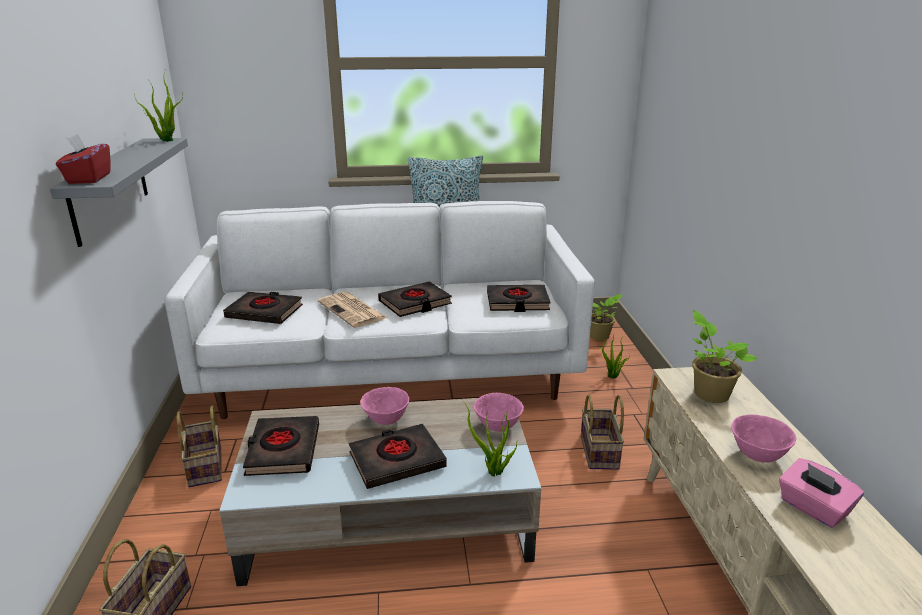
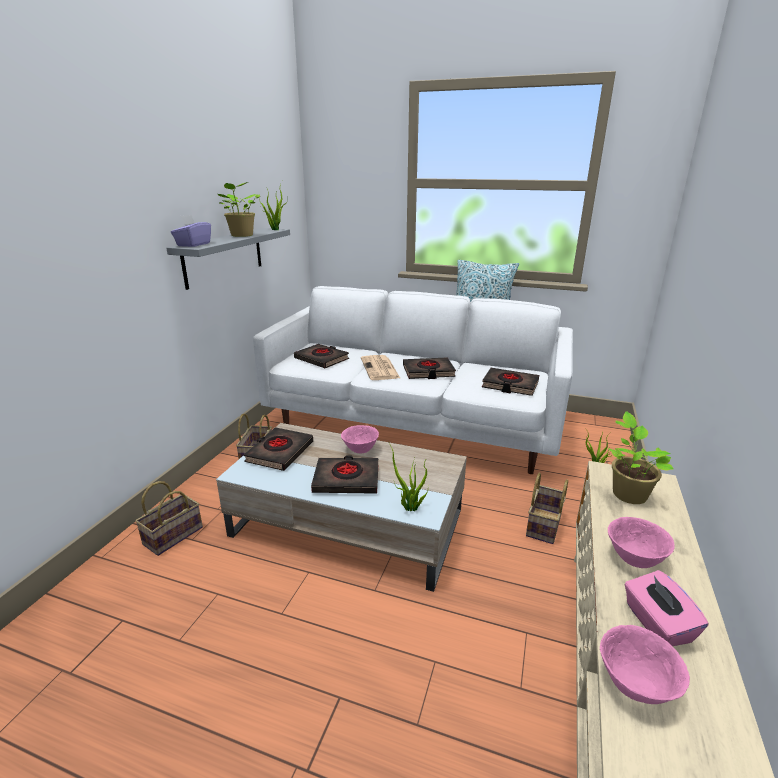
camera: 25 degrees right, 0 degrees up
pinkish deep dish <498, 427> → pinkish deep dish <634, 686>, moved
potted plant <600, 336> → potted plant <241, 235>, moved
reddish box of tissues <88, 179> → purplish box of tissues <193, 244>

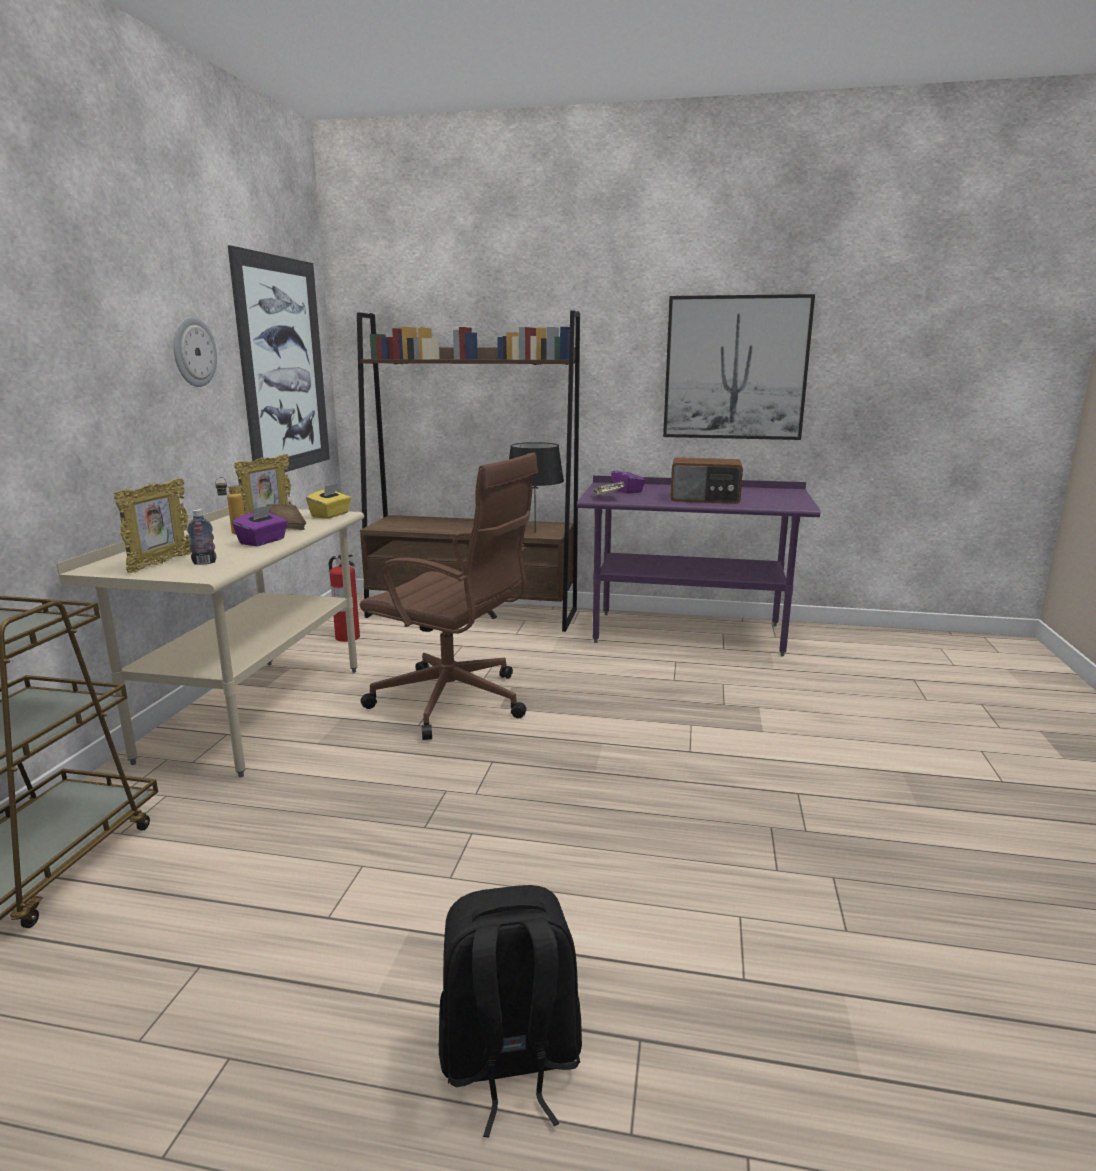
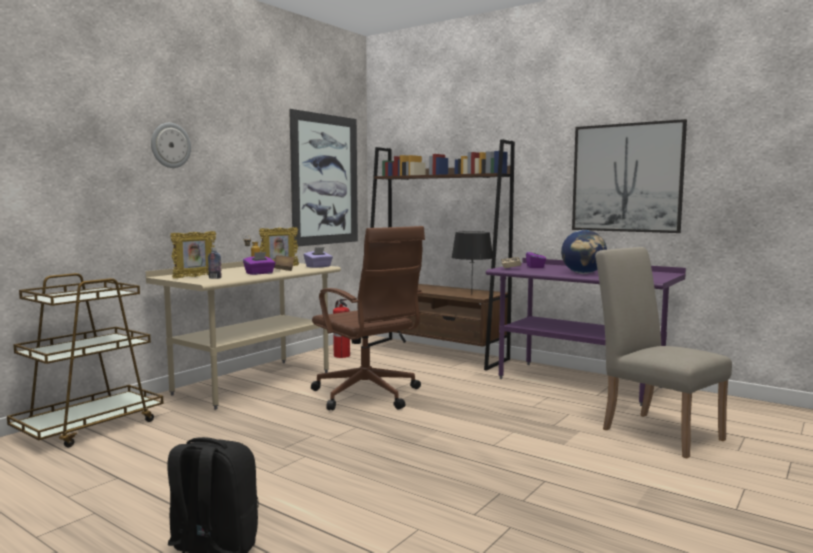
camera: 25 degrees right, 10 degrees down
- → beige plain chair <655, 431>
wall clock <193, 352> → wall clock <170, 145>, moved
radio <705, 499> → desk globe <583, 273>
yellow box of tissues <330, 515> → purplish box of tissues <318, 266>

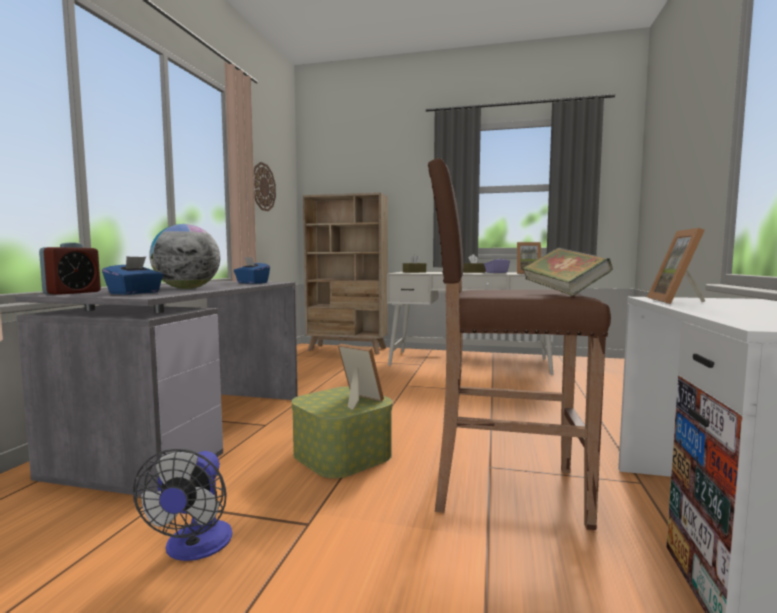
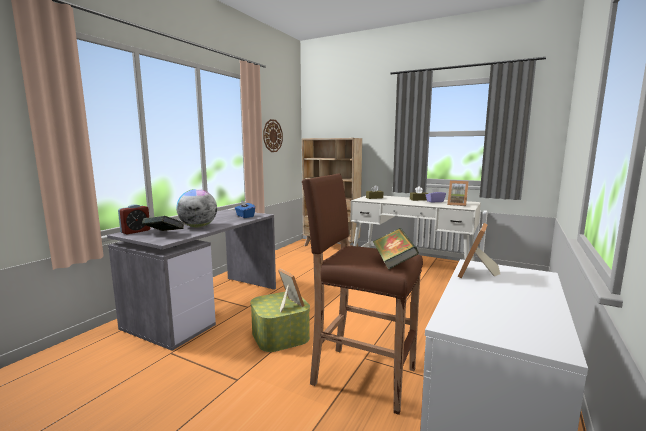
camera: 15 degrees right, 5 degrees up
electric fan <195, 548> → -
blue-coloured box of tissues <135, 293> → volume <164, 234>

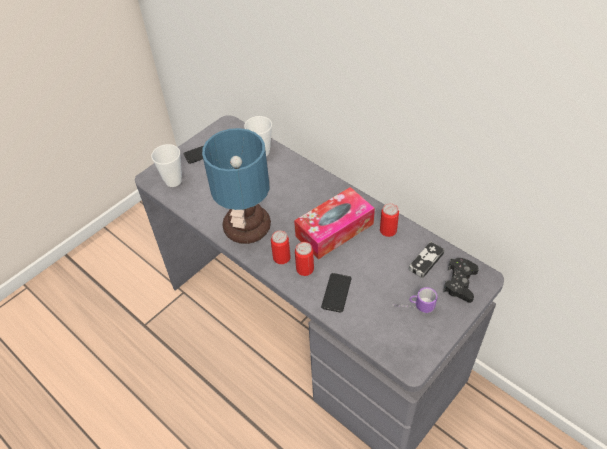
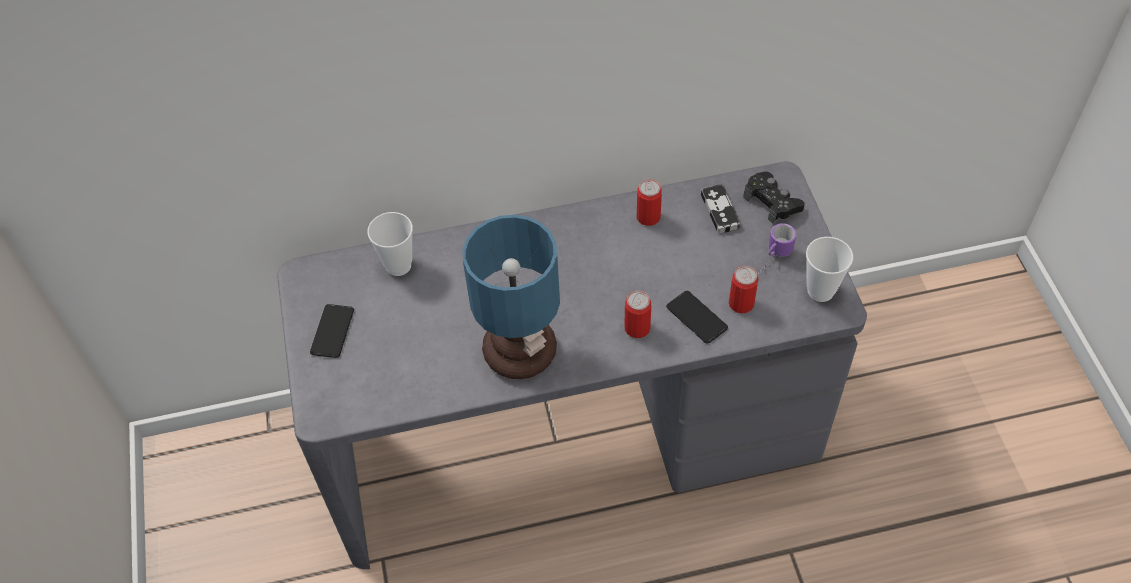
camera: 55 degrees left, 5 degrees up
box of tissues <334, 230> → -
drinking cup <173, 181> → drinking cup <820, 291>, moved
metal can <281, 257> → metal can <741, 303>, moved

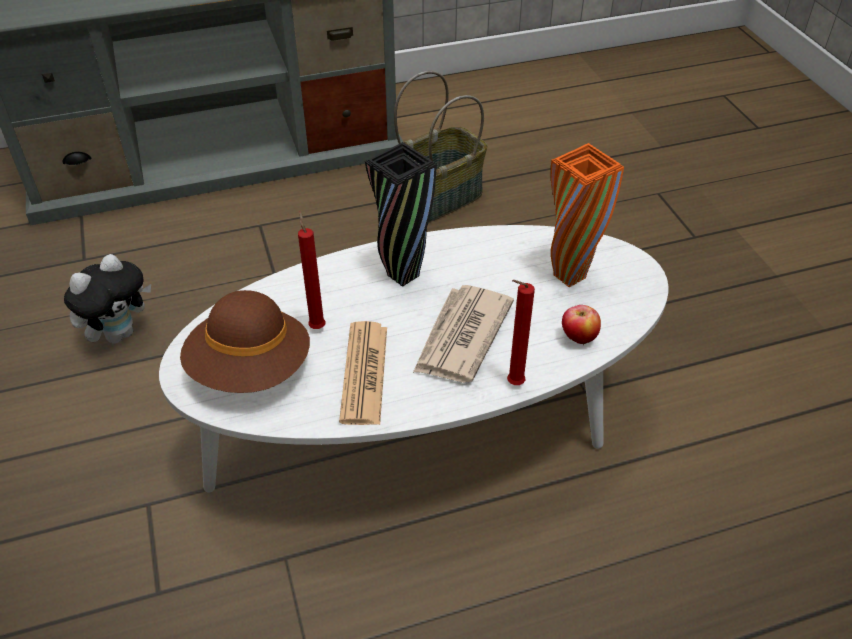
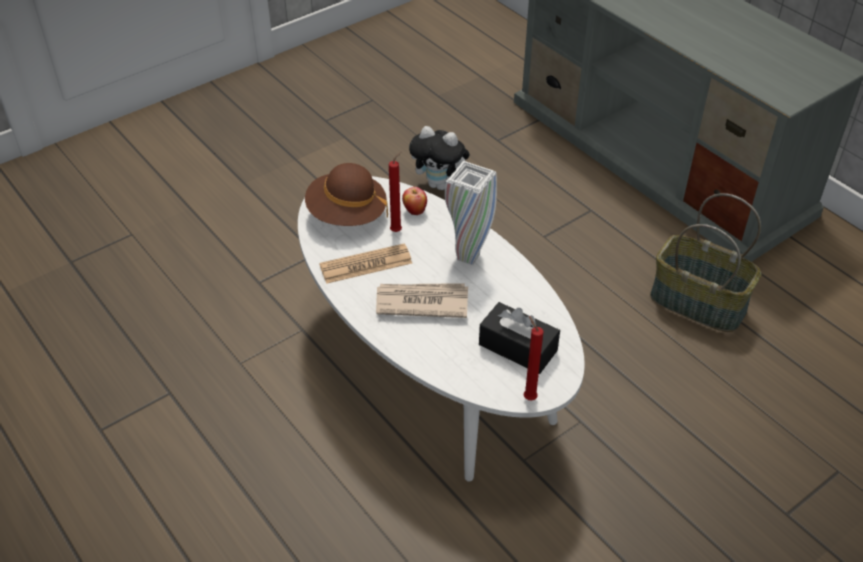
camera: 70 degrees right, 0 degrees up
reddish candle <512, 384> → reddish candle <528, 397>, moved
whole apple <578, 339> → whole apple <414, 211>, moved
orange flower vase <569, 276> → black-coloured box of tissues <518, 347>
black-coloured flower vase <403, 275> → whitish flower vase <468, 257>

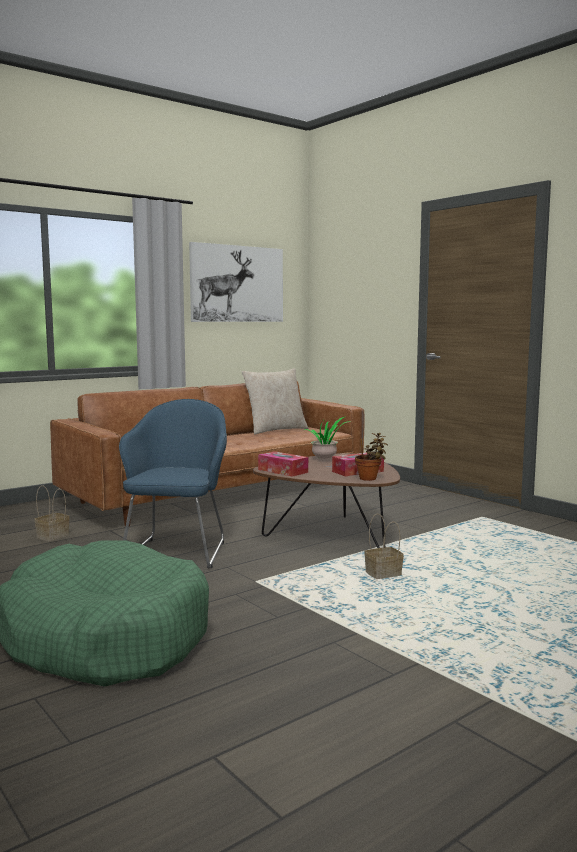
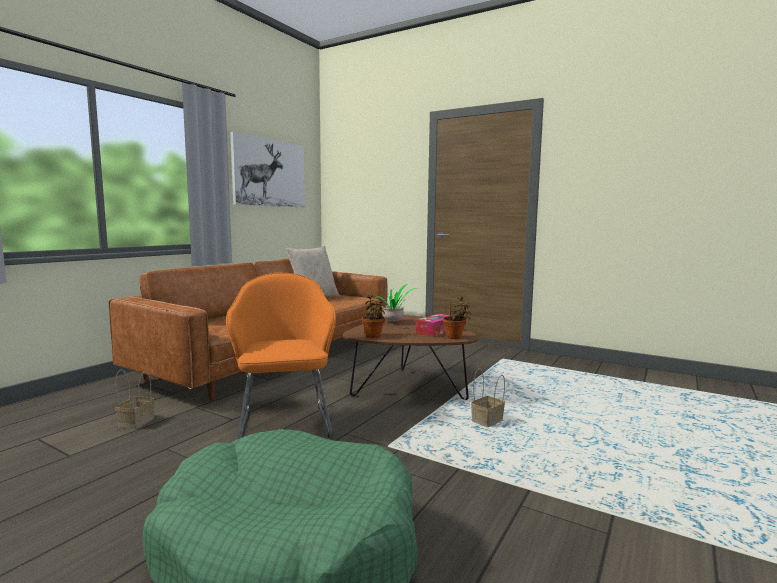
camera: 20 degrees left, 0 degrees up
box of tissues <283, 471> → potted plant <373, 335>
blue-coloured easy chair <178, 551> → orange easy chair <285, 422>

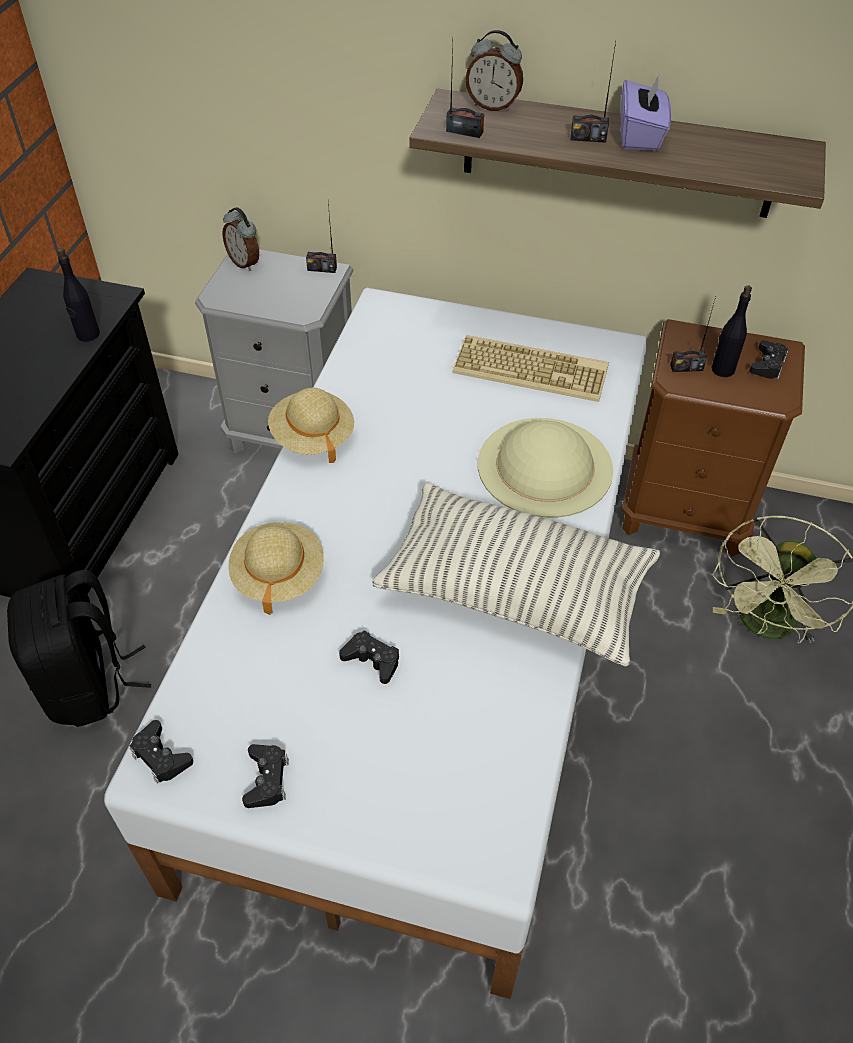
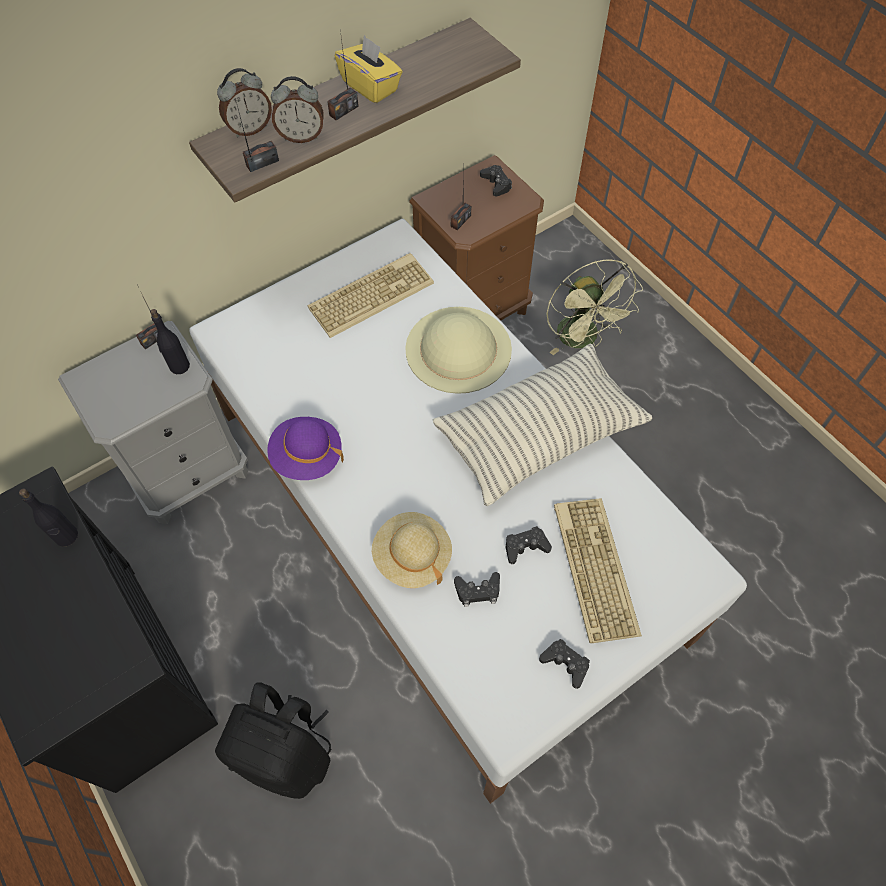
camera: 50 degrees left, 10 degrees up
- → keyboard <592, 568>
black-coloured game controller <161, 756> → black-coloured game controller <478, 591>, moved
table clock <245, 263> → table clock <301, 136>, moved
black-coloured beverage bottle <722, 369> → black-coloured beverage bottle <179, 366>, moved
beige hat <312, 437> → purplish hat <307, 457>
purplish box of tissues <640, 136> → yellow box of tissues <371, 86>

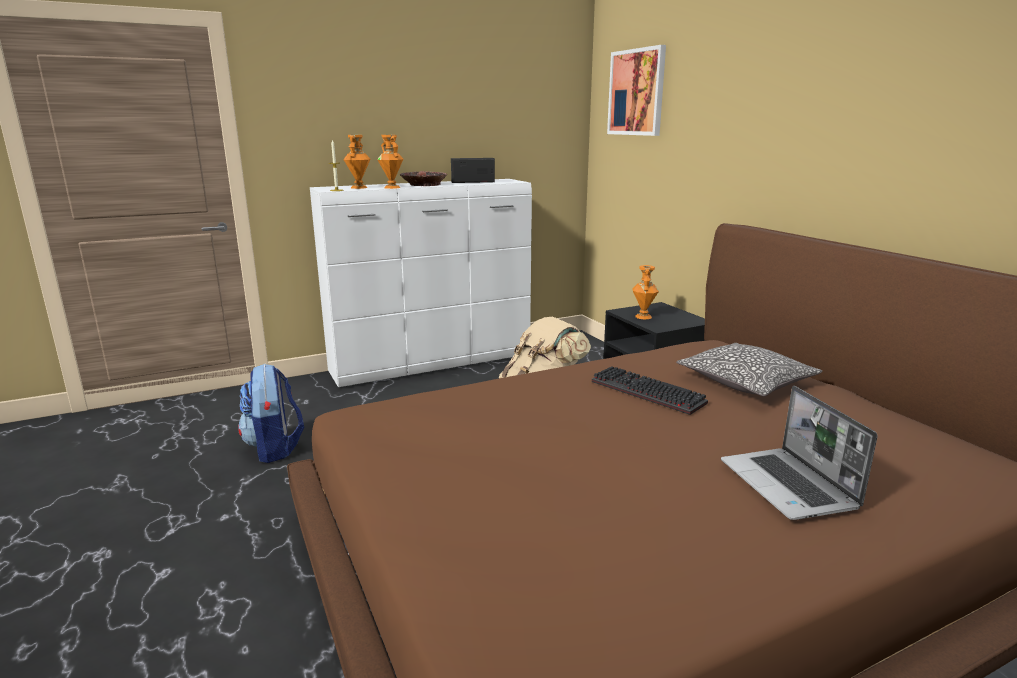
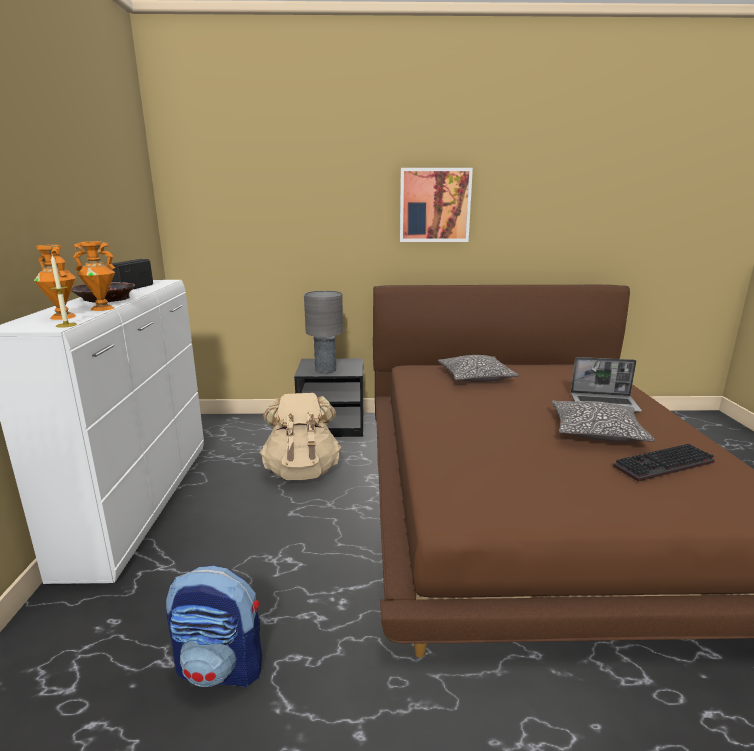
camera: 65 degrees left, 0 degrees up
- → cushion <596, 432>
keyboard <644, 392> → keyboard <664, 466>, moved
wall picture <636, 92> → wall picture <434, 205>, moved
orange flower vase <643, 316> → greyish lamp for a table <325, 370>

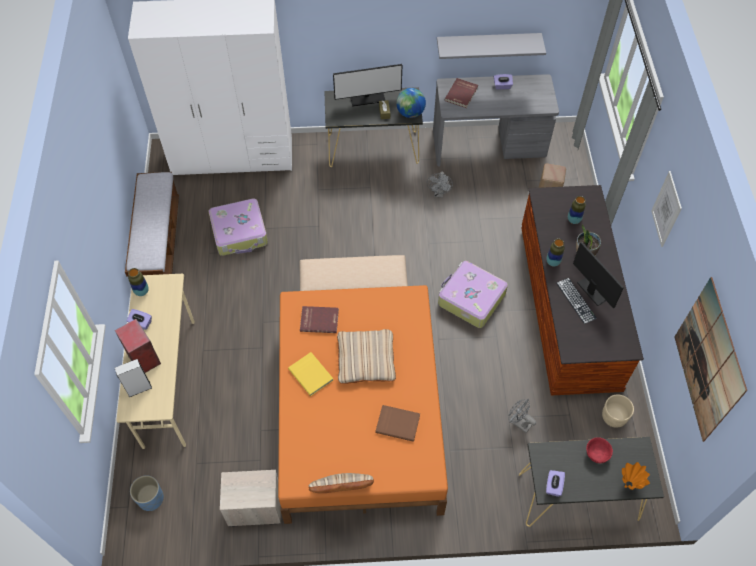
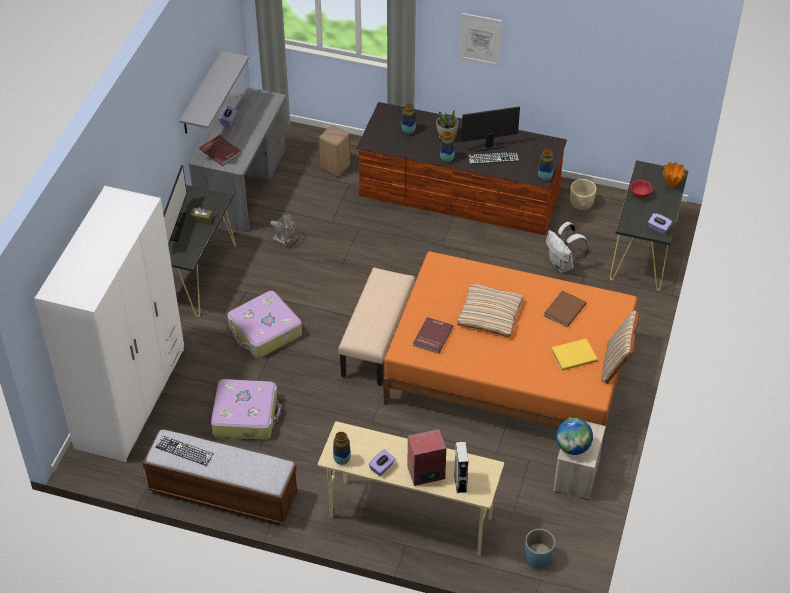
camera: 70 degrees left, 10 degrees down
wall picture <708, 361> → -
- → keyboard <184, 450>
- → flower vase <544, 177>
yellow volume <311, 374> → yellow volume <573, 355>, moved
desk globe <410, 113> → desk globe <572, 447>, moved
piece of luggage <470, 299> → piece of luggage <265, 331>, moved
greyish electric fan <518, 423> → whitish knapsack <563, 265>

